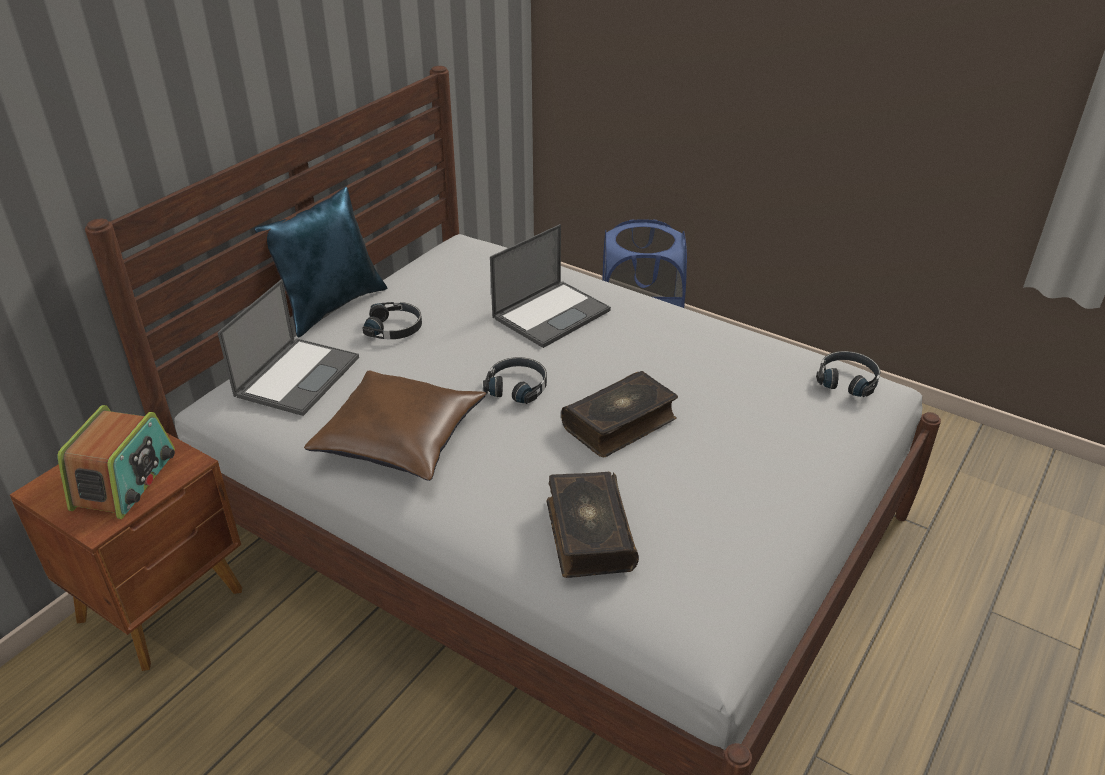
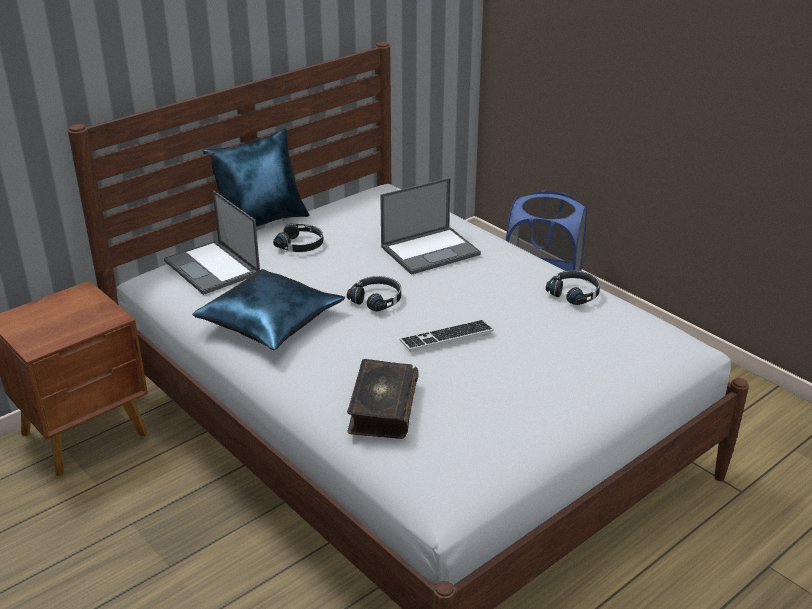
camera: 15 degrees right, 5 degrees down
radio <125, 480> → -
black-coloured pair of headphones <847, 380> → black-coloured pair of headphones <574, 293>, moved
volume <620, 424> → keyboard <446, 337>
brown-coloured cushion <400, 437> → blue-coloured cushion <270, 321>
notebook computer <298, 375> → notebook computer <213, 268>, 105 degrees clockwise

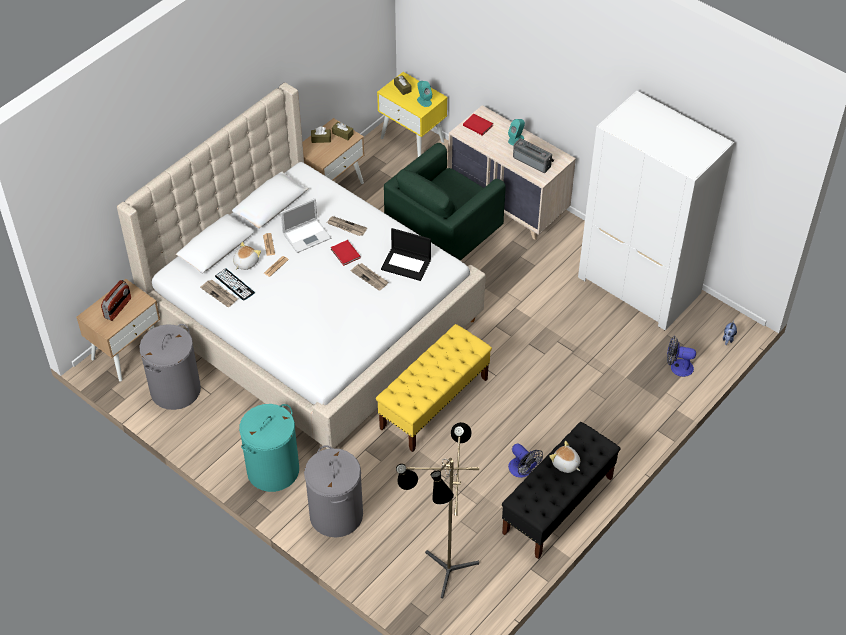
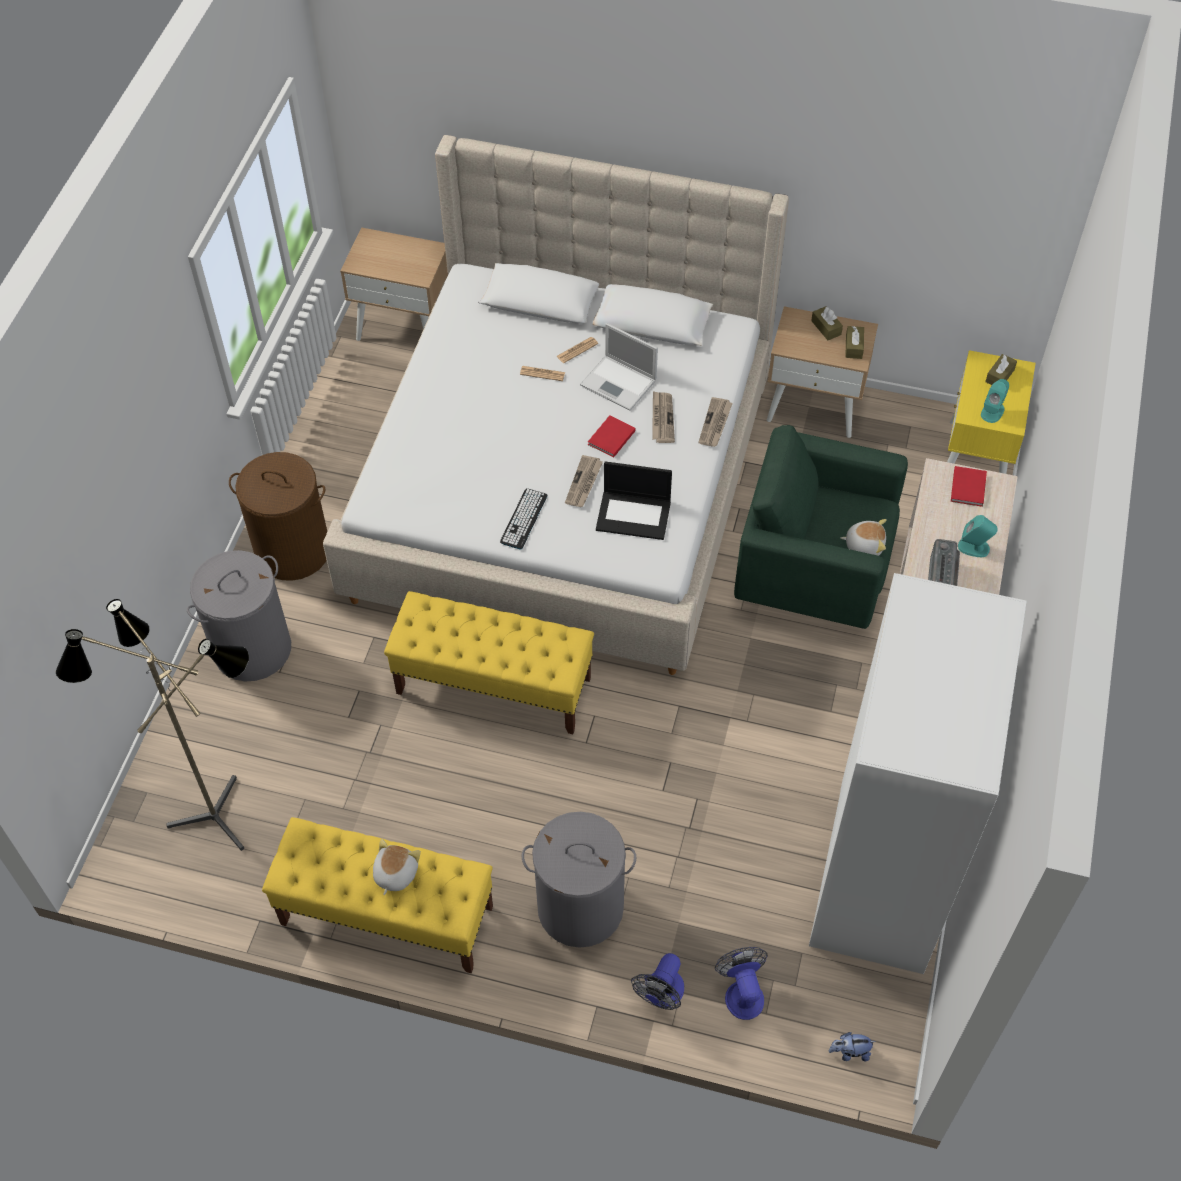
camera: 65 degrees right, 5 degrees up
radio <118, 308> → -
greyish washing basket <175, 390> → greyish washing basket <580, 908>, moved
newspaper <219, 294> → newspaper <715, 424>, moved
keyboard <234, 284> → keyboard <524, 519>, moved
plush toy <245, 262> → plush toy <864, 544>, moved
electric fan <523, 470> → electric fan <661, 995>, moved
turquoise washing basket <273, 470> → brown-coloured washing basket <293, 550>
black-coloured bench <557, 505> → yellow bench <386, 915>
notebook computer <406, 264> → notebook computer <634, 515>, 75 degrees counterclockwise

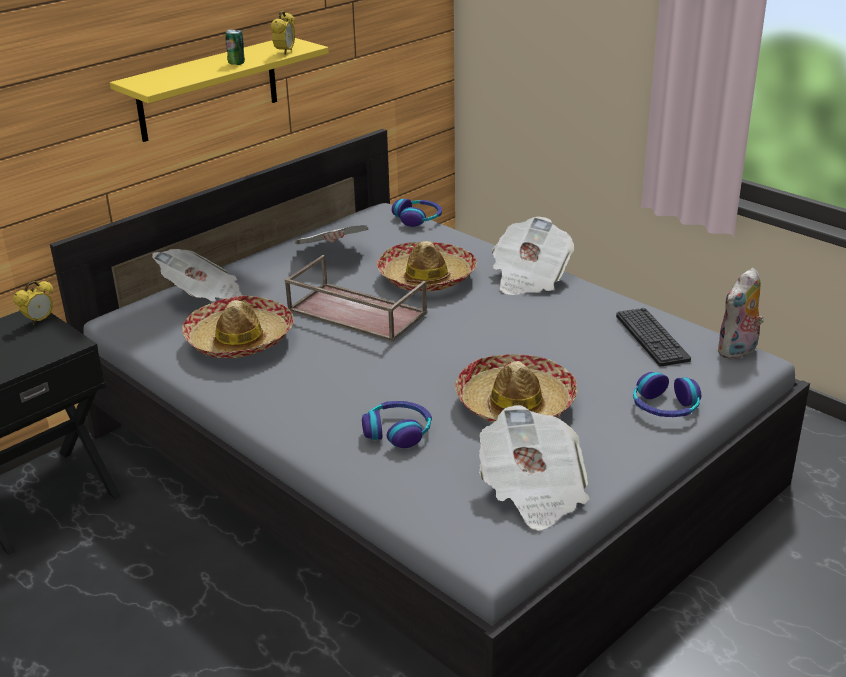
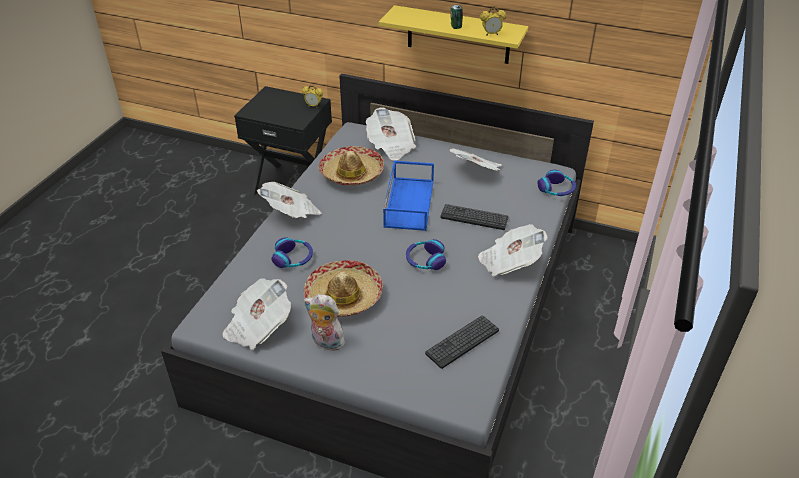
camera: 65 degrees right, 10 degrees up
- → newspaper <291, 213>
pair of headphones <665, 407> → pair of headphones <425, 260>, moved
plush toy <738, 352> → plush toy <326, 343>, moved
hat <427, 277> → keyboard <474, 217>
brown-coloured carrying tray <355, 312> → blue-coloured carrying tray <408, 202>

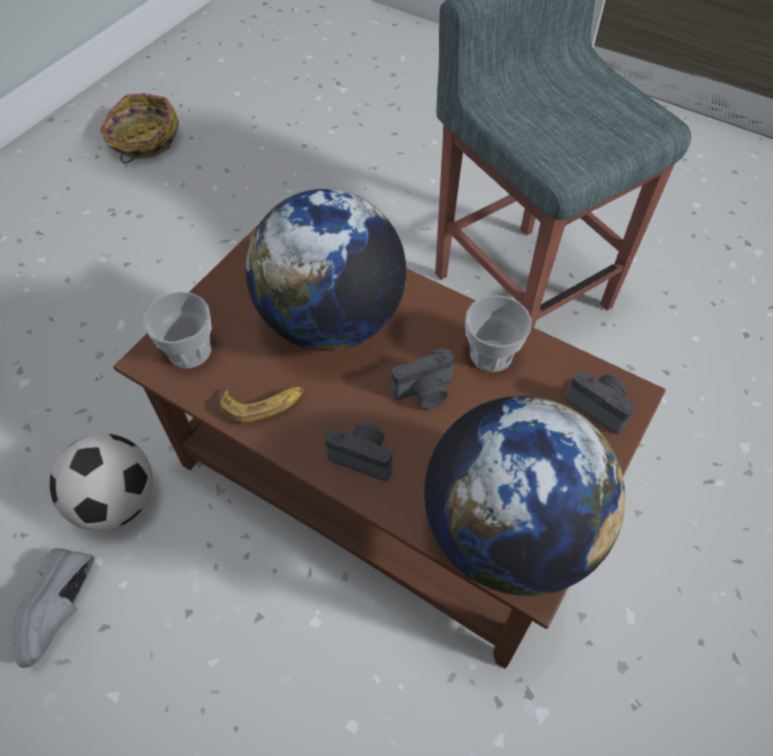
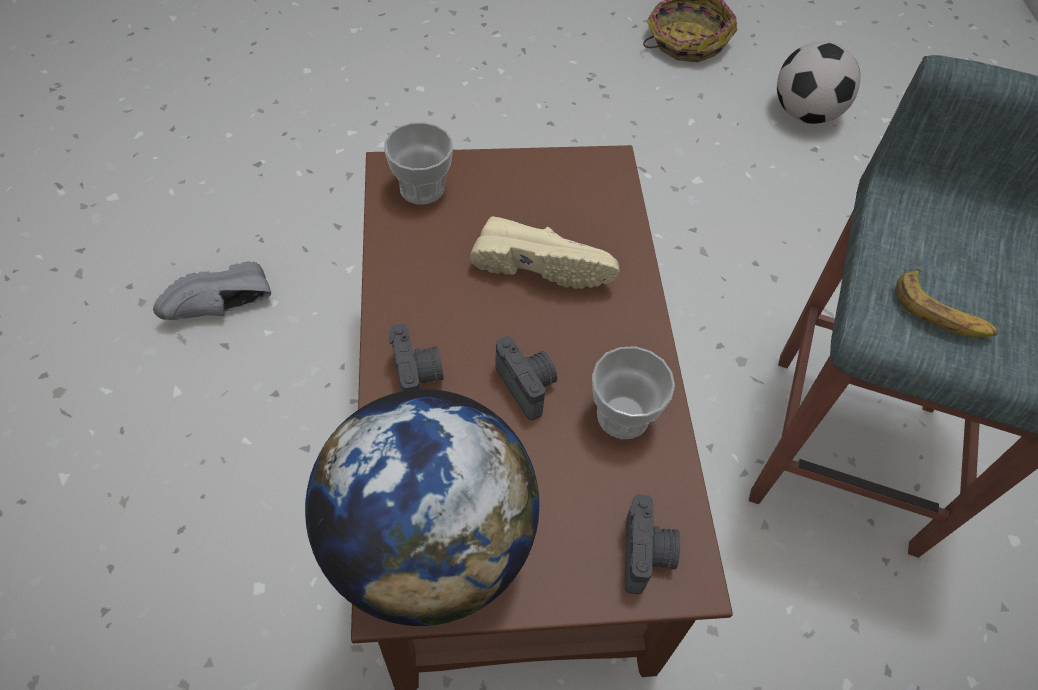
camera: 50 degrees right, 0 degrees up
football <117, 501> → football <805, 113>, moved
whole banana <263, 404> → whole banana <941, 313>, moved
desk globe <331, 321> → beige low shoe <542, 264>
still camera <425, 392> → still camera <528, 385>, 150 degrees counterclockwise

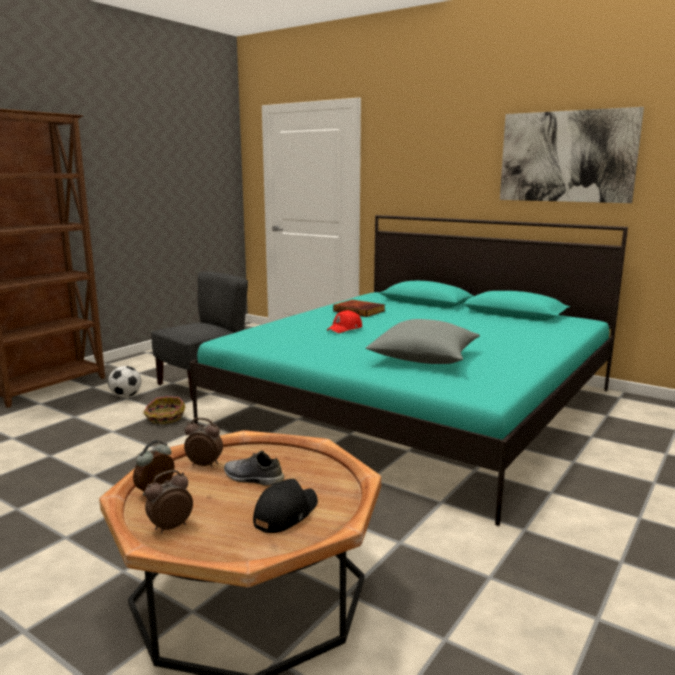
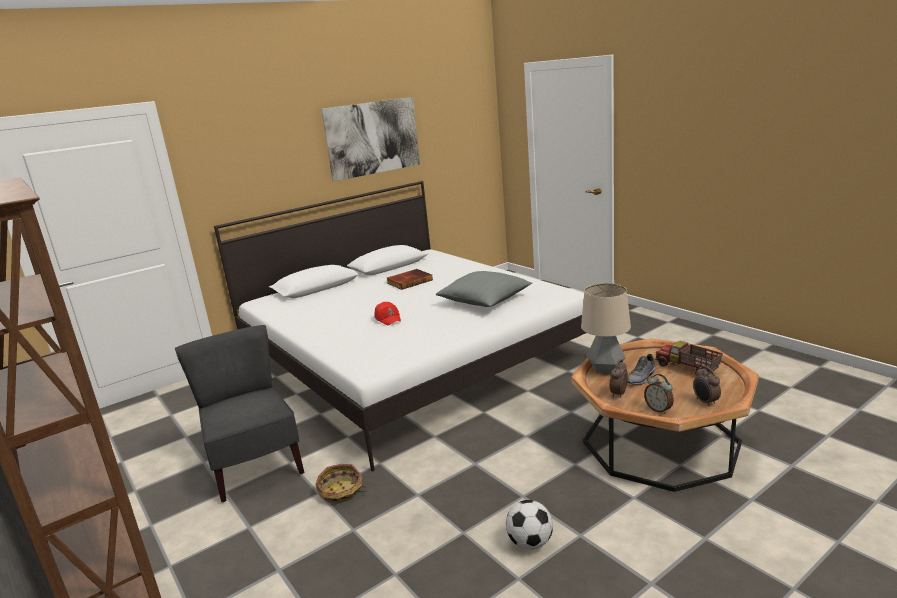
camera: 70 degrees left, 5 degrees up
- → lamp for a table <606, 370>
football <126, 396> → football <530, 543>, moved
volume <360, 311> → volume <409, 281>, moved
black-coloured peaked cap <285, 514> → toy truck <687, 369>
turquoise bed <416, 406> → whitish bed <411, 359>

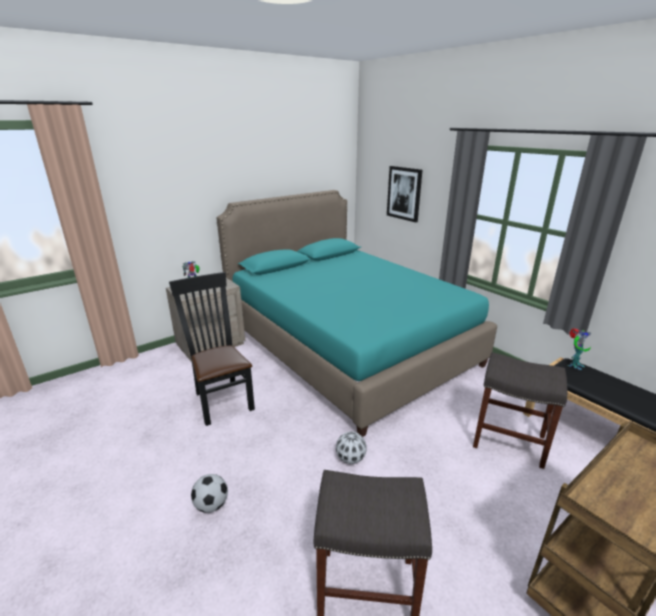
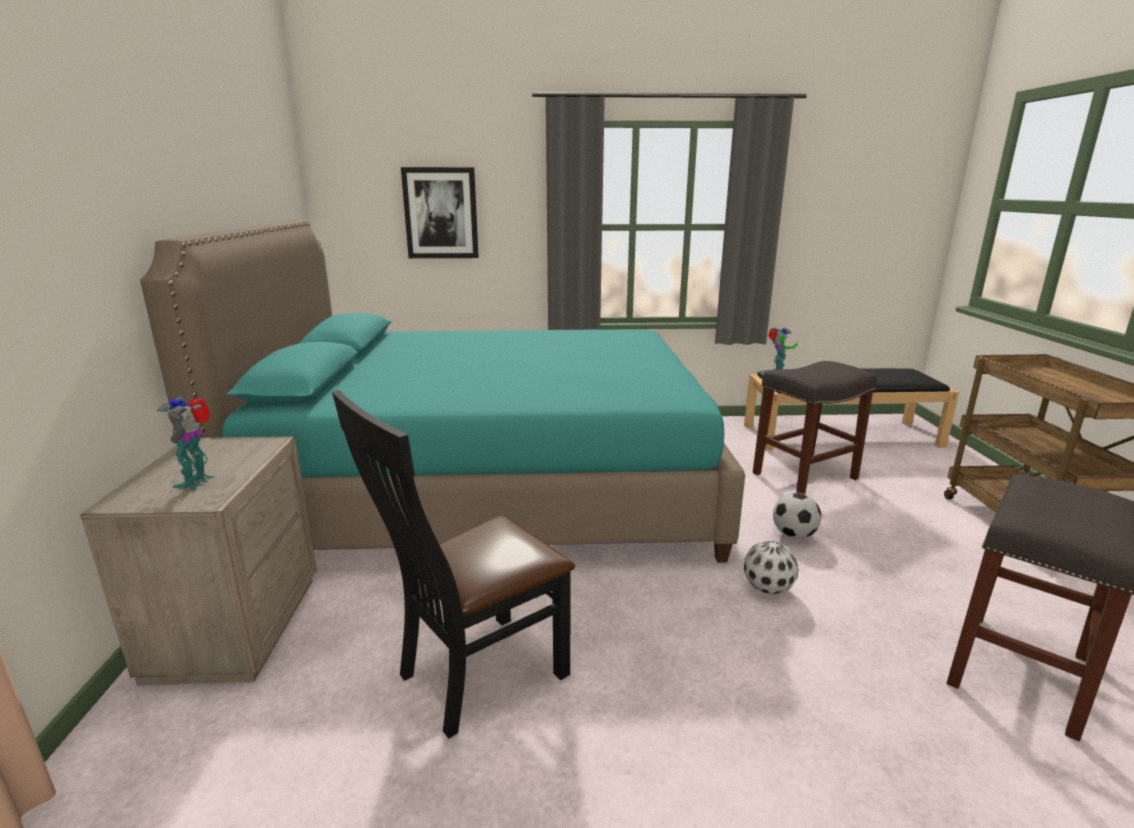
camera: 55 degrees left, 5 degrees down
football <211, 505> → football <794, 535>, moved
black-coloured plain chair <222, 399> → black-coloured plain chair <473, 676>, 45 degrees counterclockwise

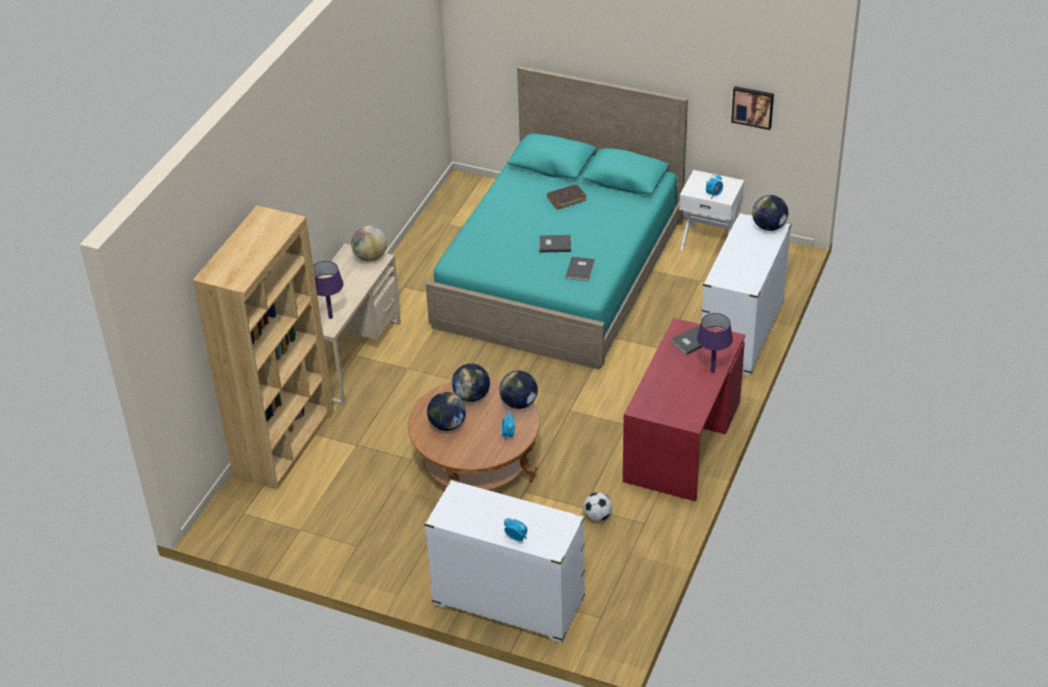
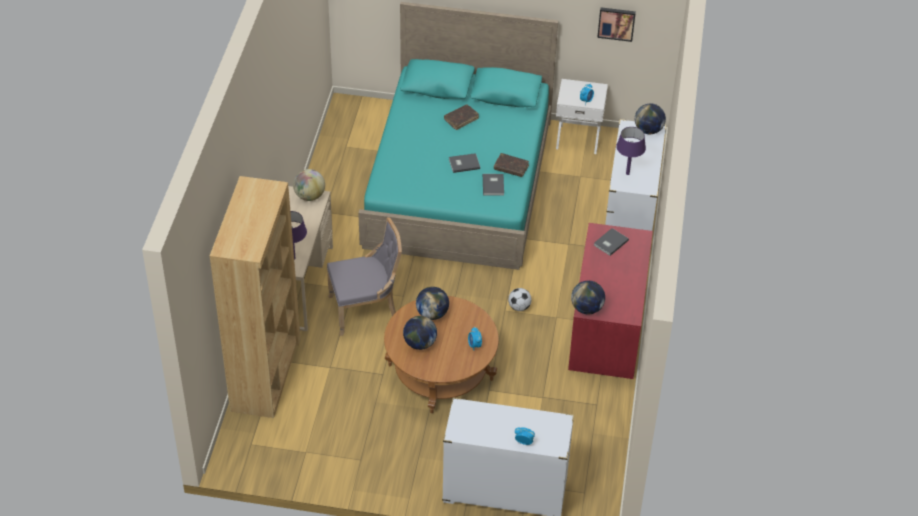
camera: 15 degrees left, 5 degrees up
- → greyish plain chair <366, 309>
- → brown-coloured volume <511, 168>
desk globe <519, 403> → desk globe <587, 308>, moved
football <597, 516> → football <519, 307>, moved
purplish lamp for a table <712, 371> → purplish lamp for a table <627, 173>, moved

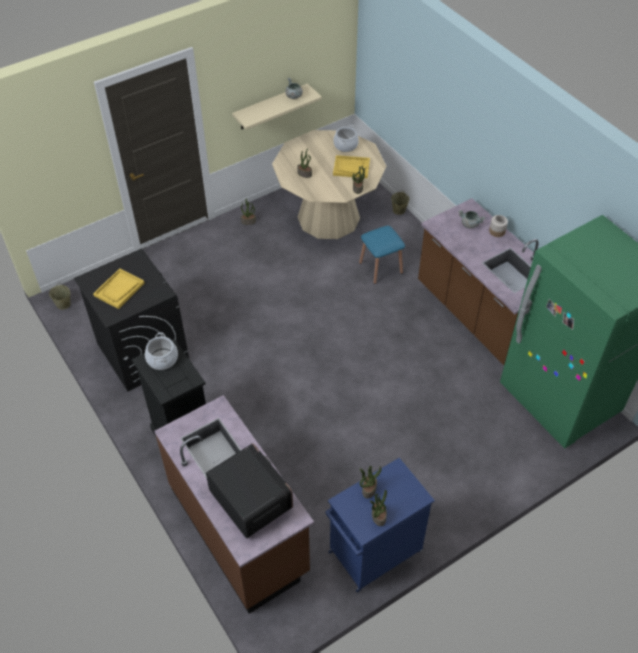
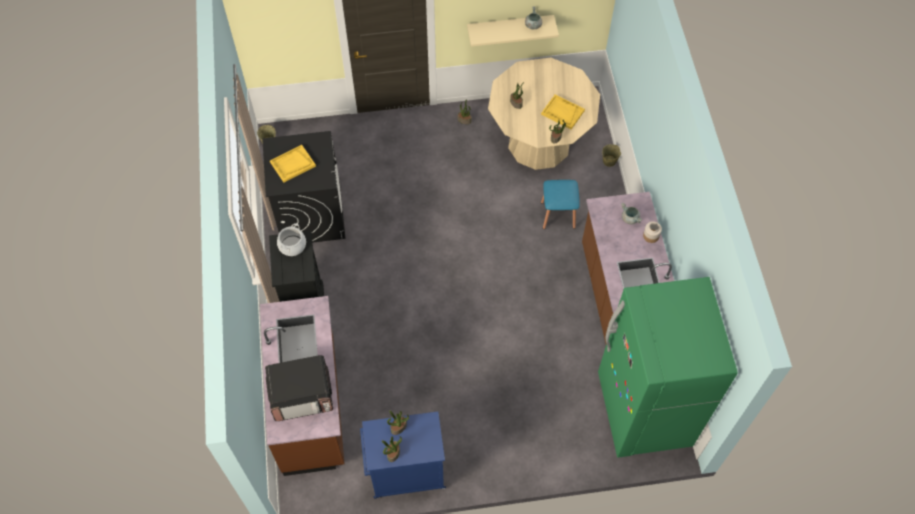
camera: 25 degrees right, 10 degrees up
saucepot <346, 145> → -
kitchen microwave <250, 500> → kitchen microwave <302, 395>, 90 degrees clockwise

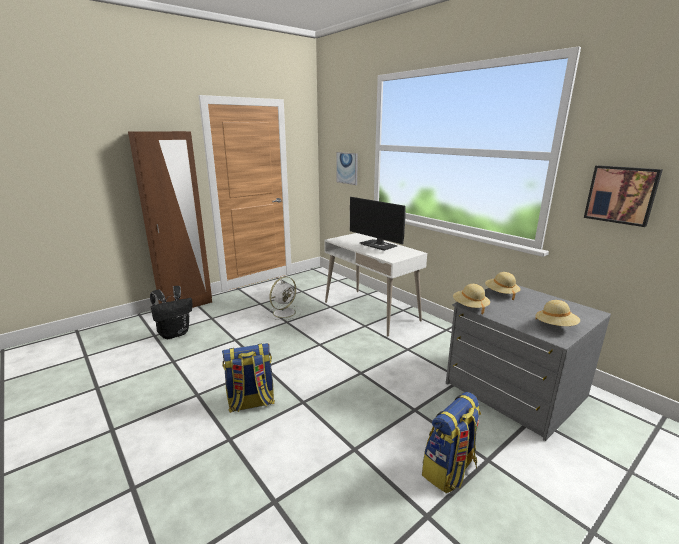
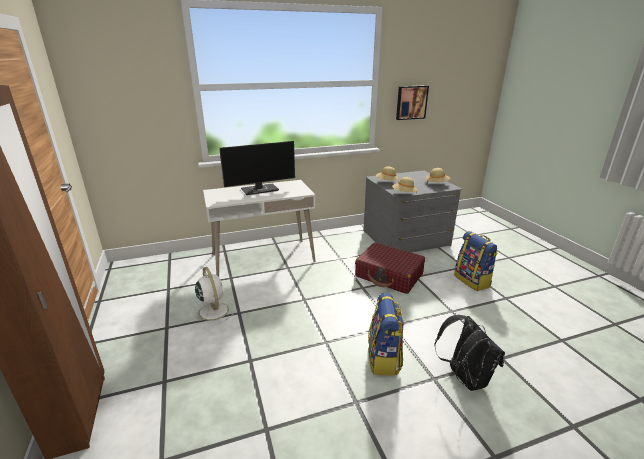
camera: 70 degrees left, 5 degrees up
wall picture <347, 168> → -
- → reddish piece of luggage <389, 275>
black-coloured knapsack <175, 333> → black-coloured knapsack <464, 378>, moved

